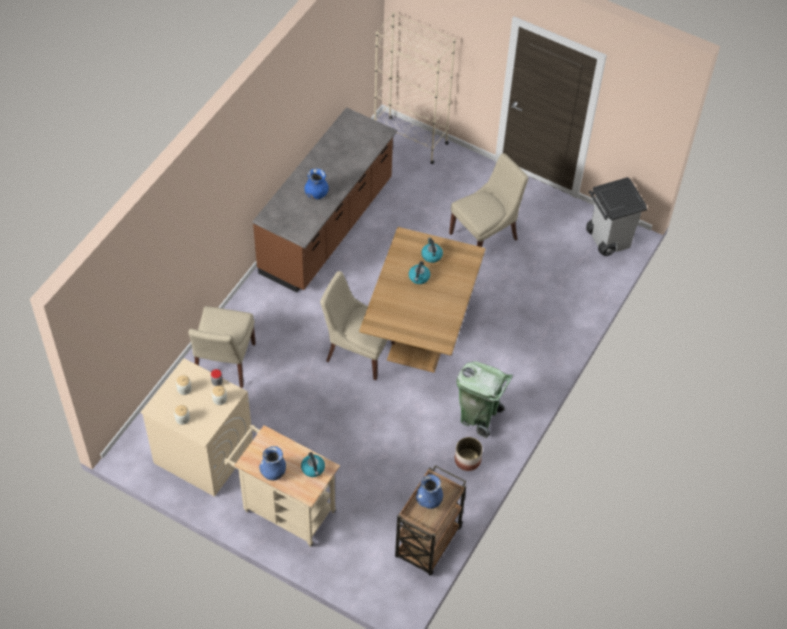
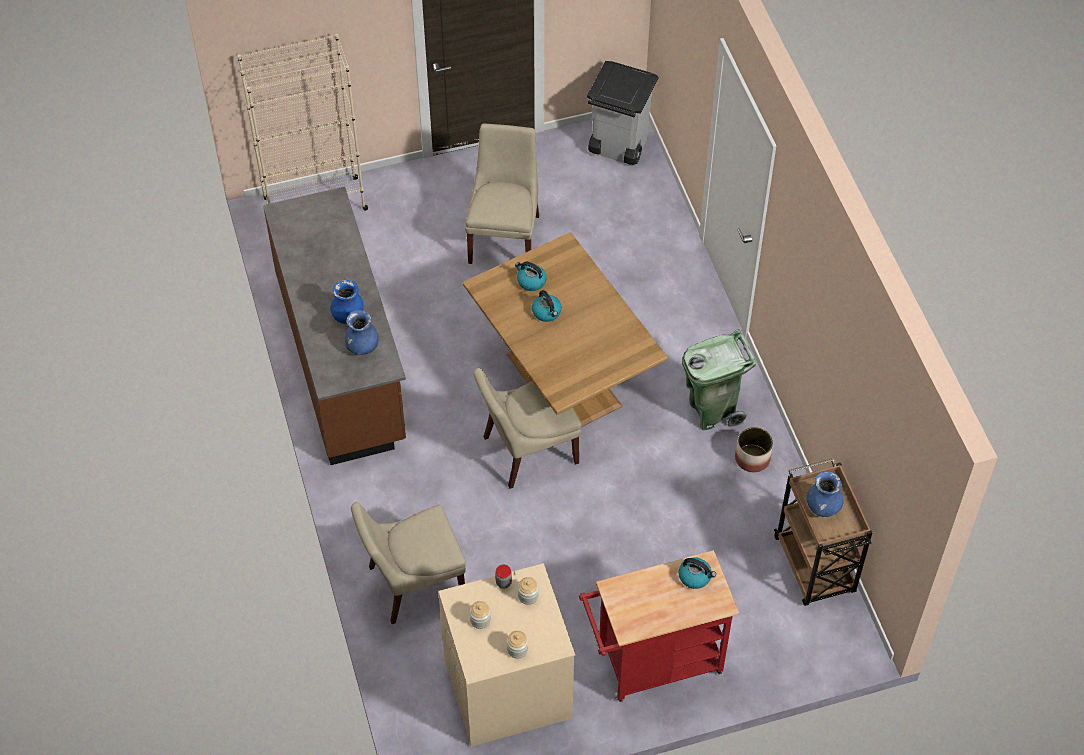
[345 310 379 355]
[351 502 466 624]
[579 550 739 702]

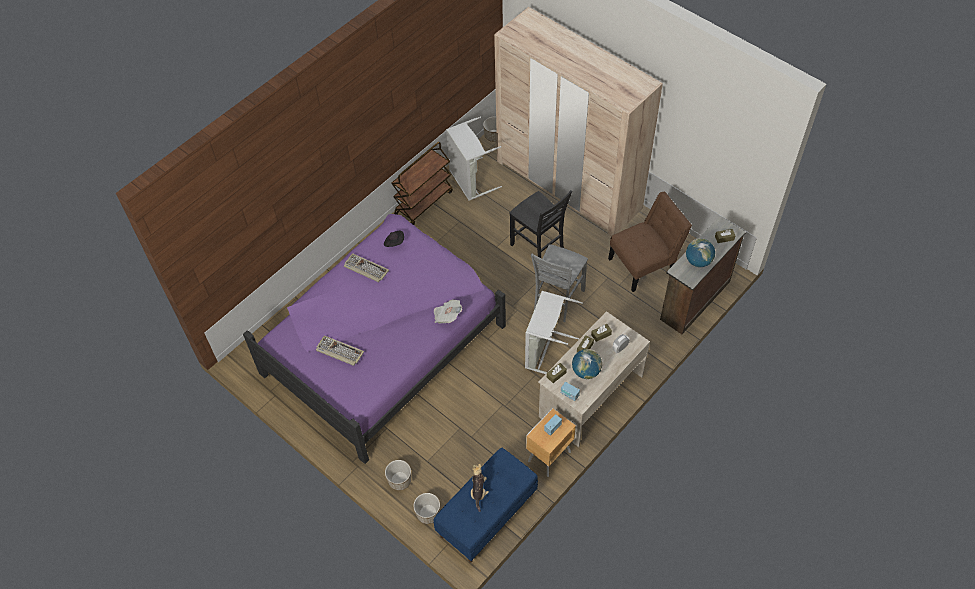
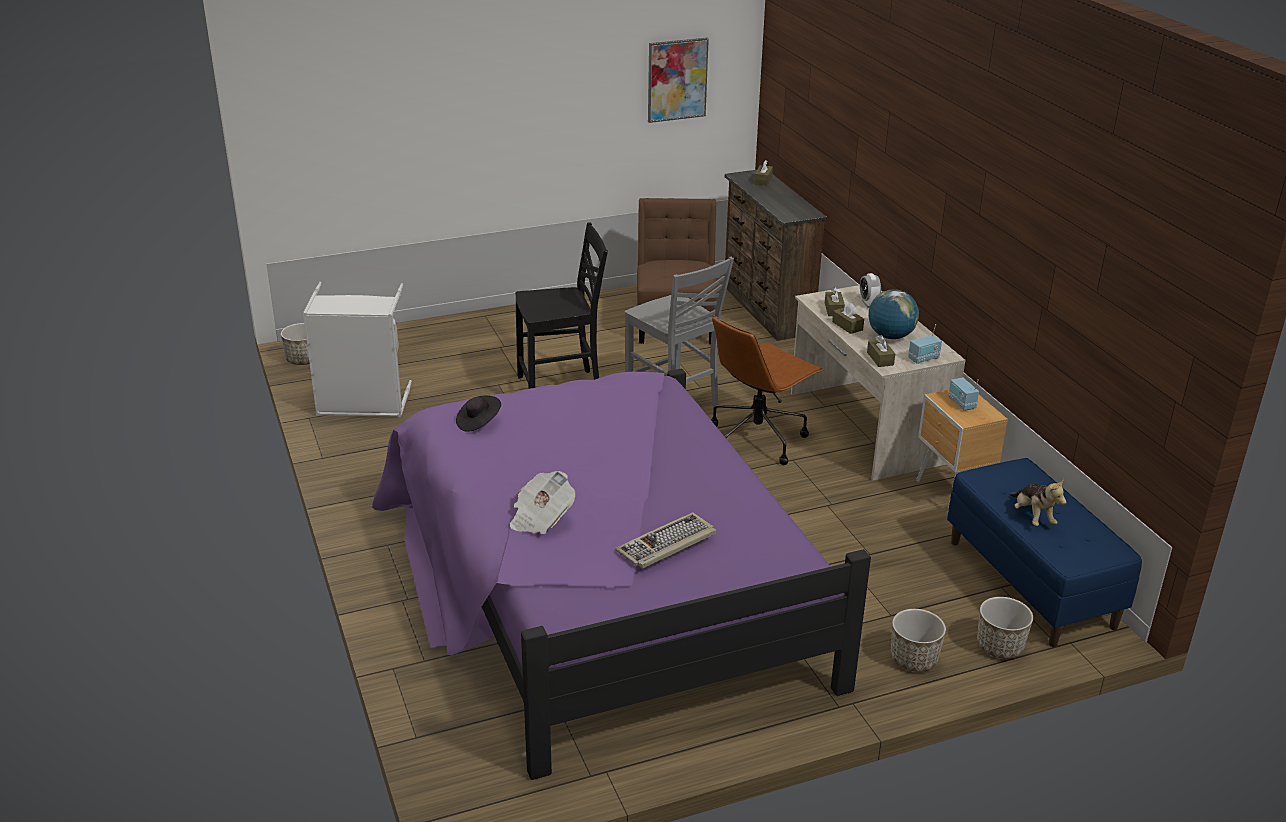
[510 471 575 534]
[648 38 709 123]
[711 315 823 465]
[1010 479 1067 526]
[344 253 389 282] (first image)
[391 142 453 225] (first image)
[494 7 663 236] (first image)
[686 238 715 267] (first image)

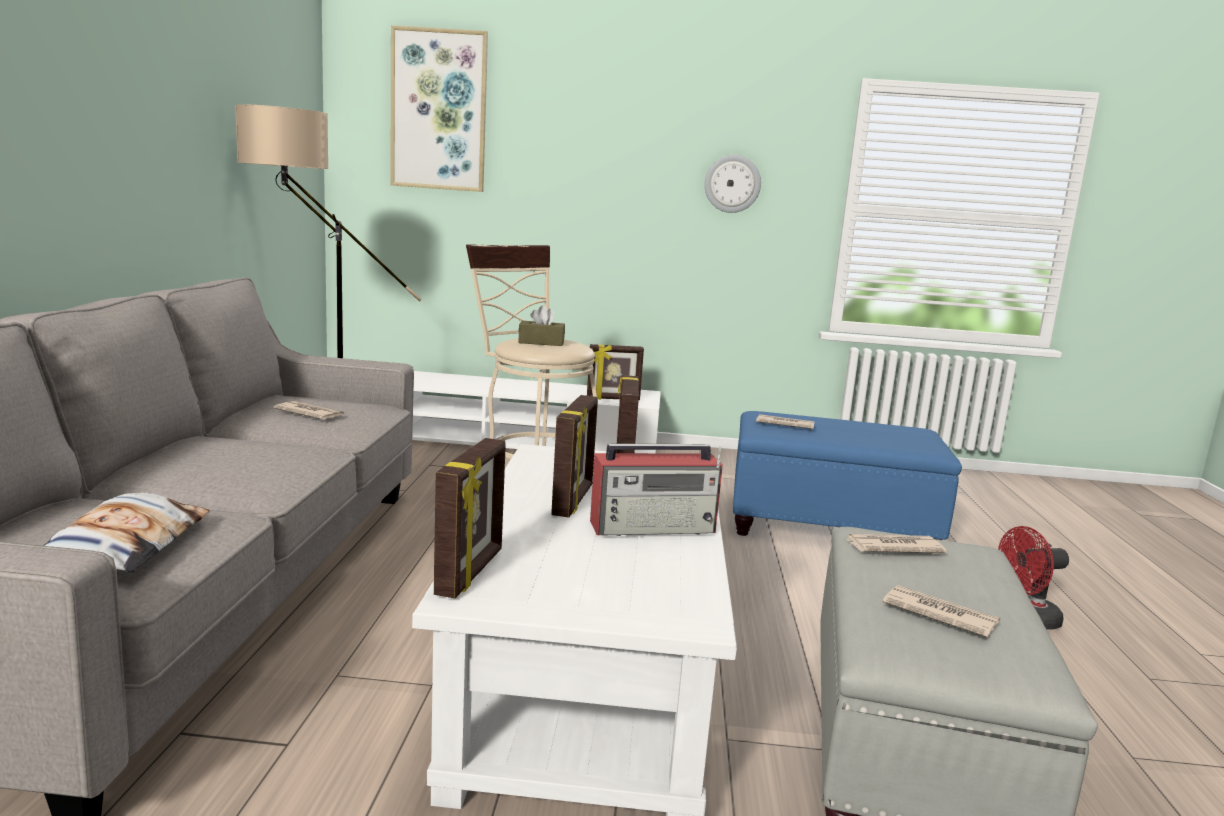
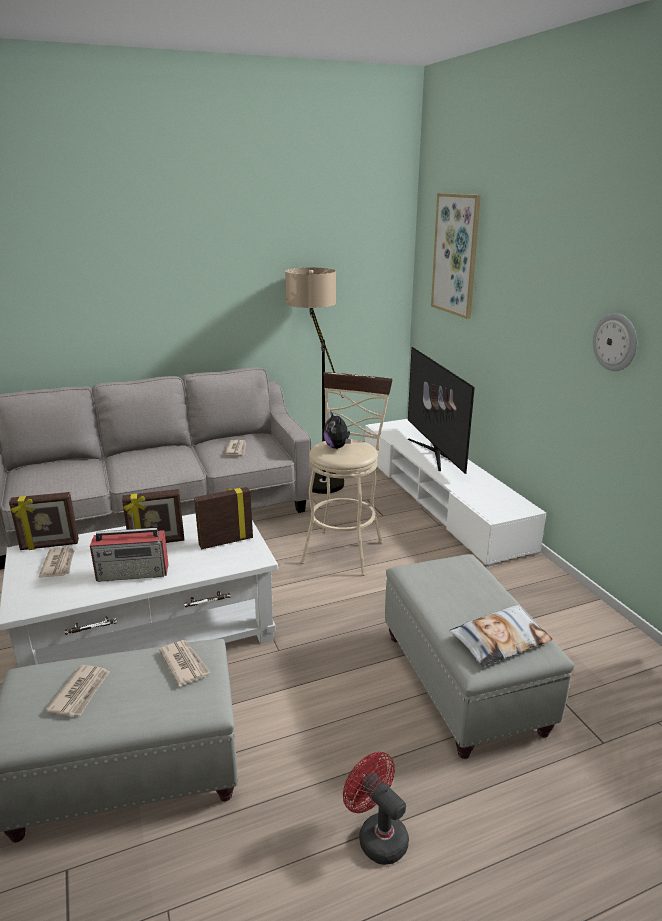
[39 547 75 578]
[90 528 169 582]
[324 411 351 449]
[385 554 575 759]
[408 347 475 474]
[449 605 552 667]
[587 344 644 400] (first image)

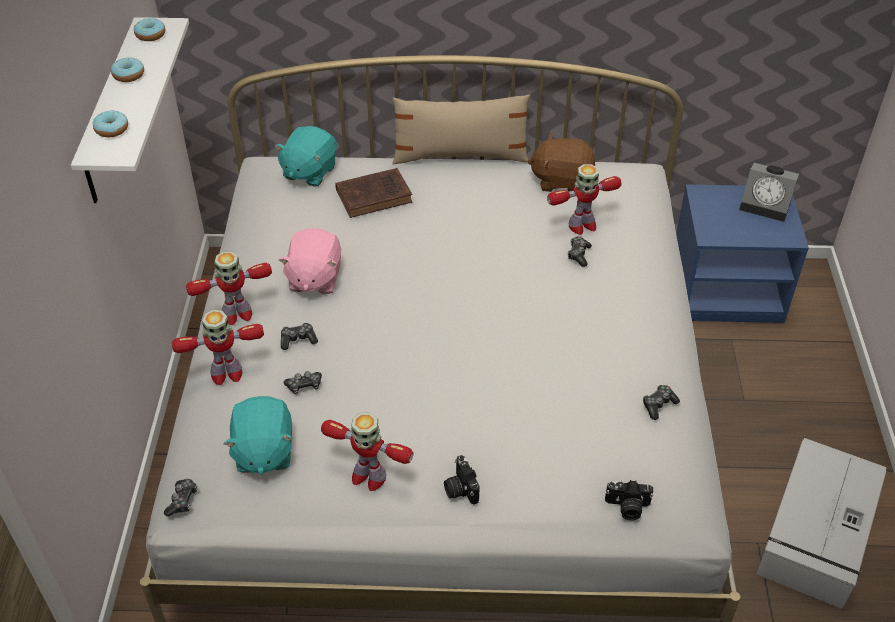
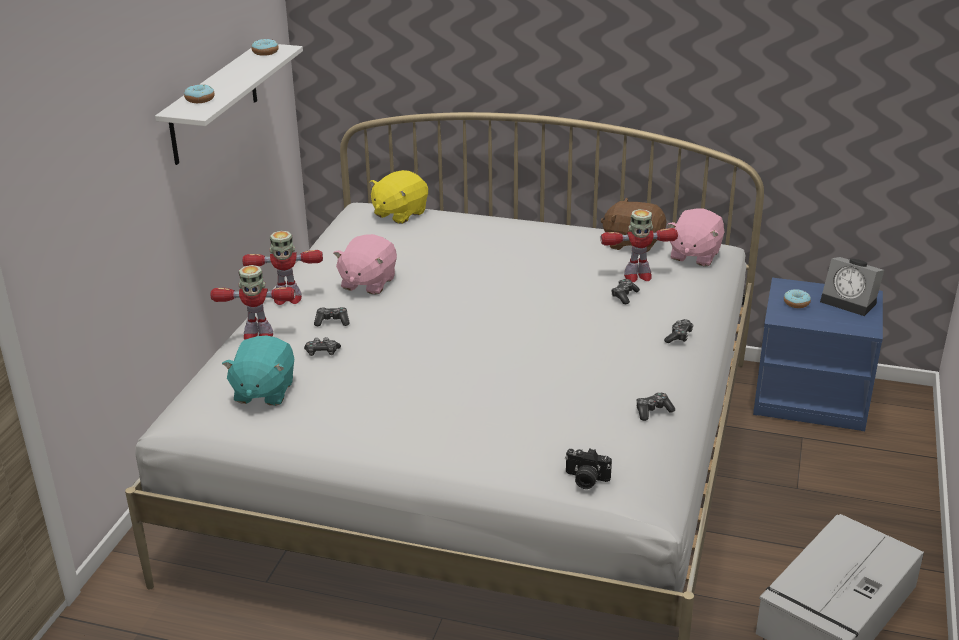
[369 170 428 224]
[664 319 693 343]
[667 209 724 267]
[784 289 811 308]
[321 412 413 491] (first image)
[335 168 412 218] (first image)
[392 94 530 165] (first image)
[444 455 480 504] (first image)

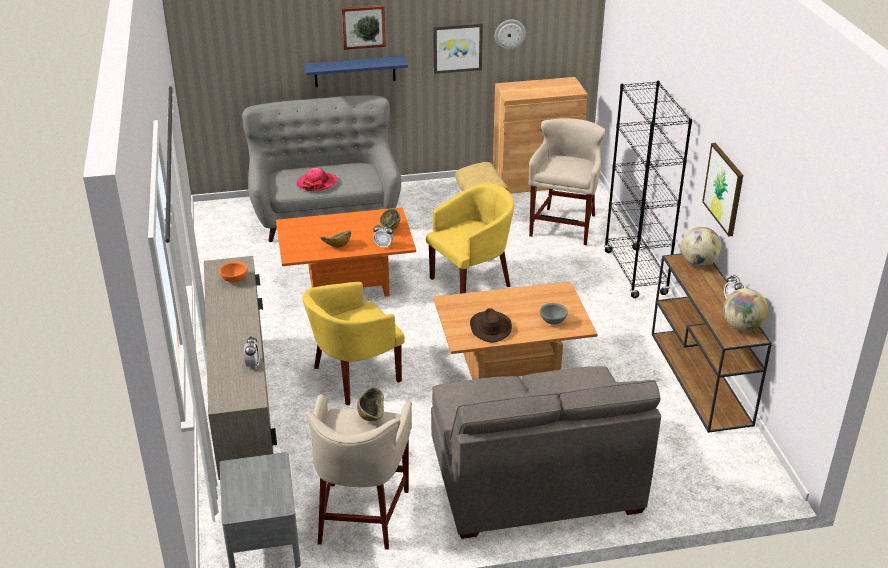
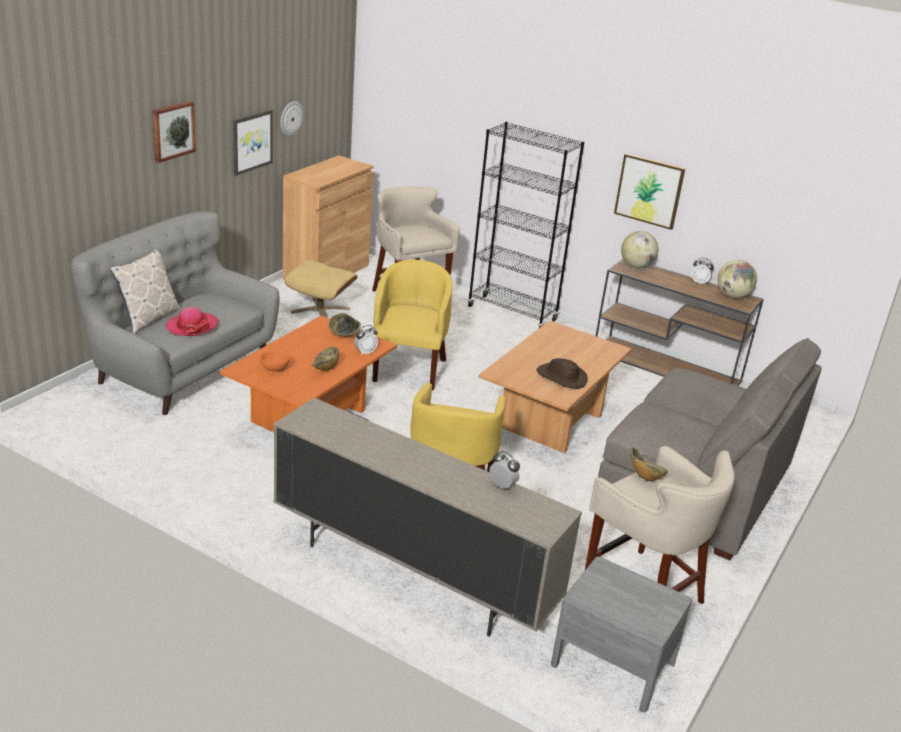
[110 250 180 334]
[259 349 290 371]
[304 56 408 87] (first image)
[540 303 568 325] (first image)

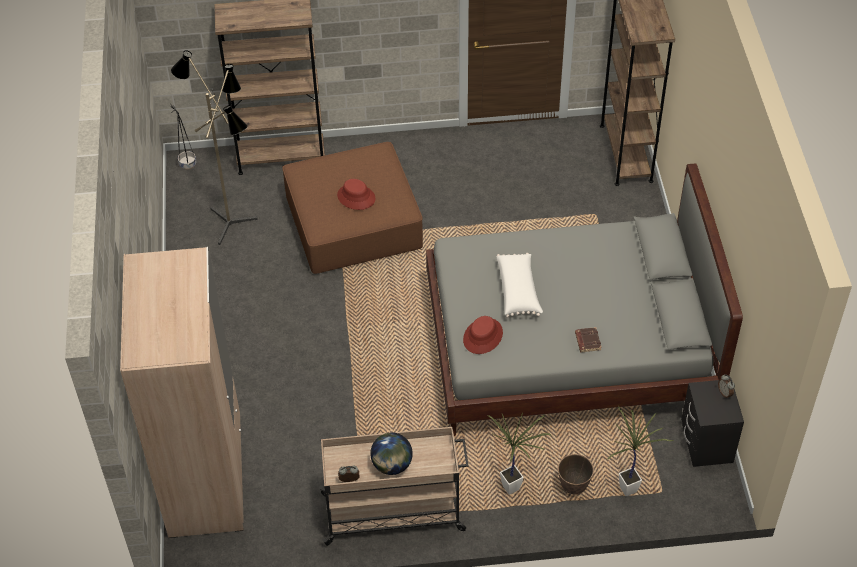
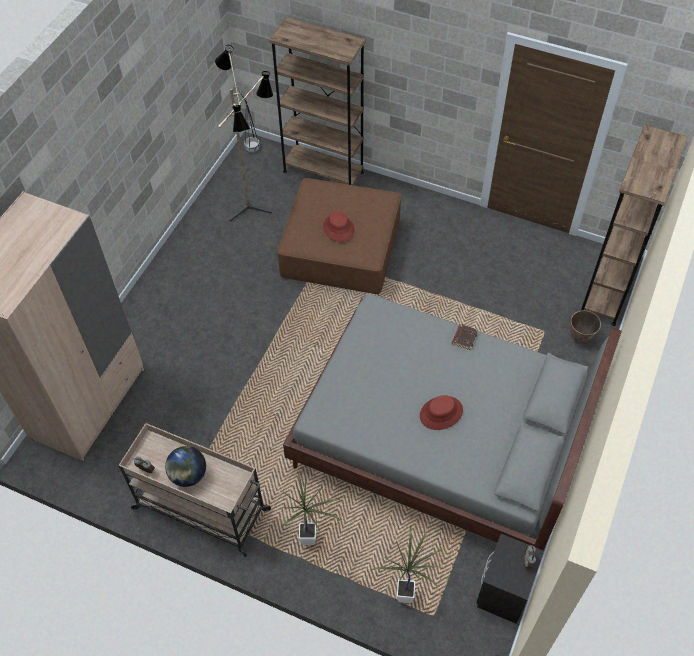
[420 395 463 430]
[452 324 478 350]
[570 310 601 344]
[497 253 543 318] (first image)

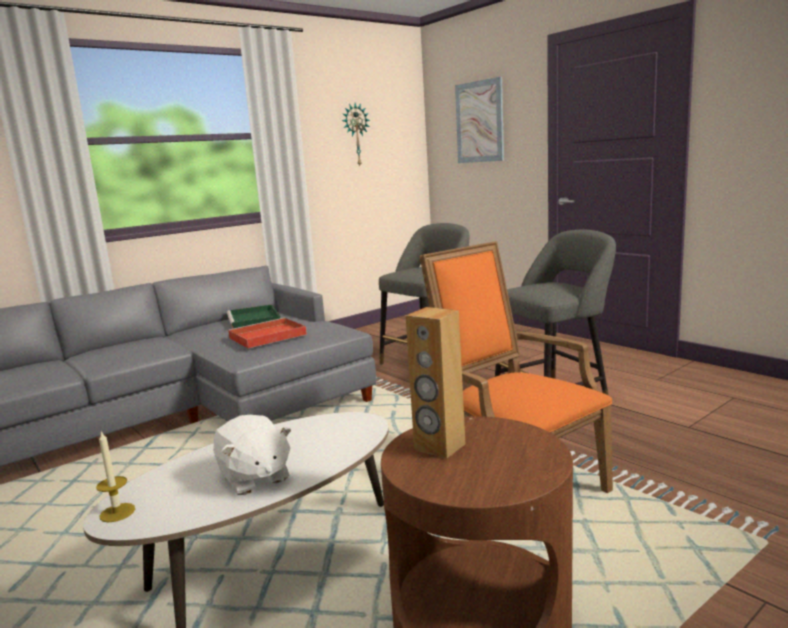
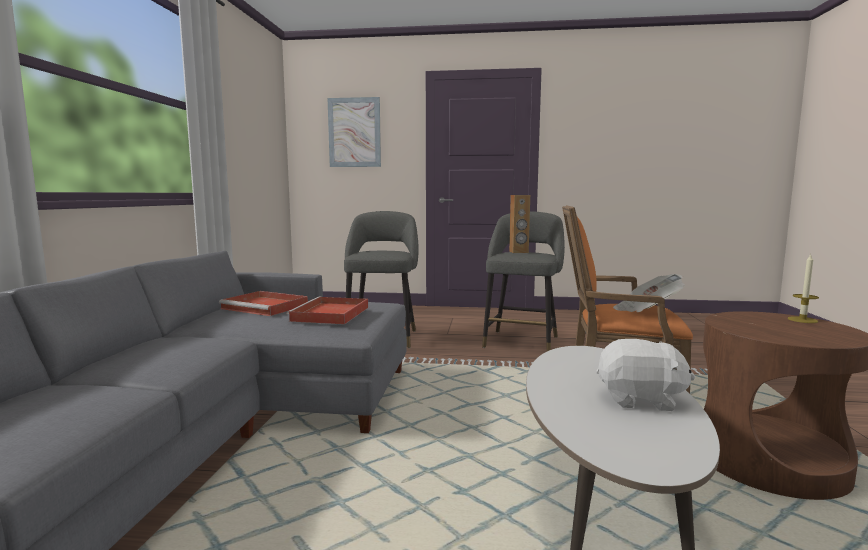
[219 291 308 316]
[509 195 530 253]
[613 274 685 312]
[788 255 819 323]
[342 103 370 166] (first image)

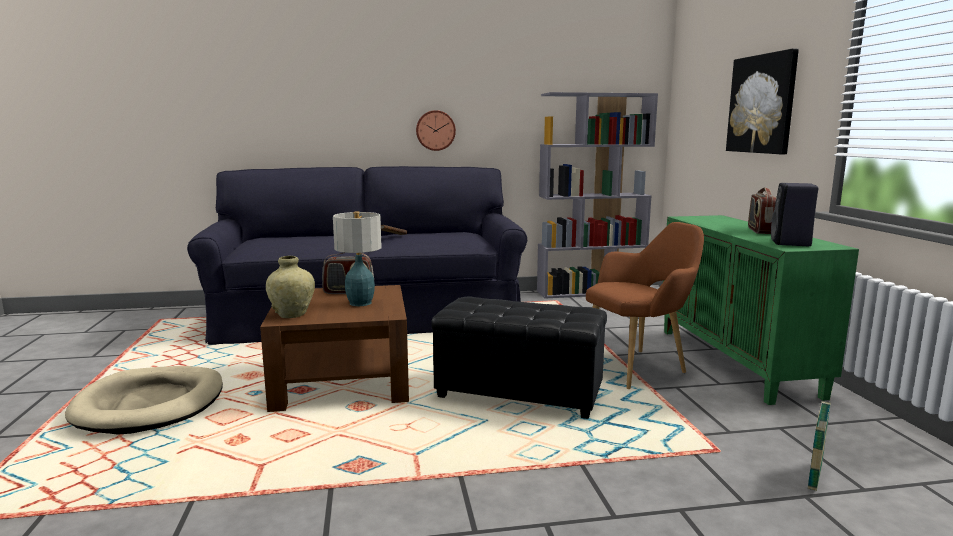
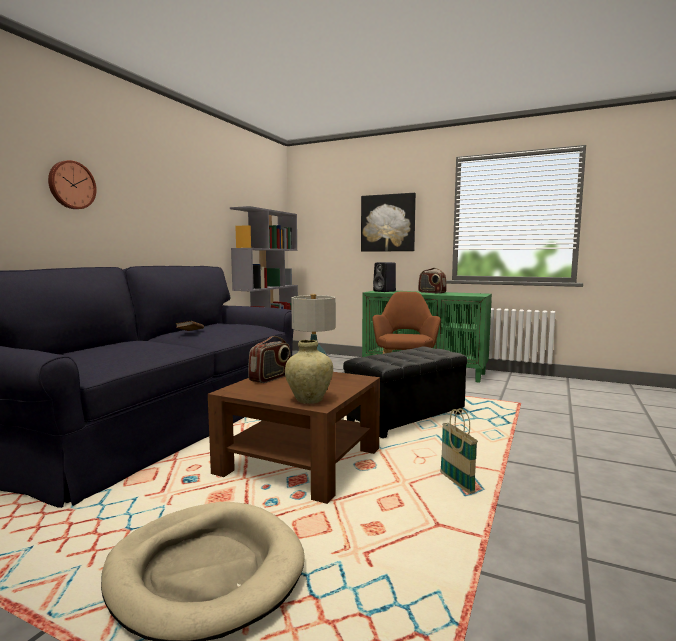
[48 160 97 209]
[373 262 396 292]
[440 408 478 494]

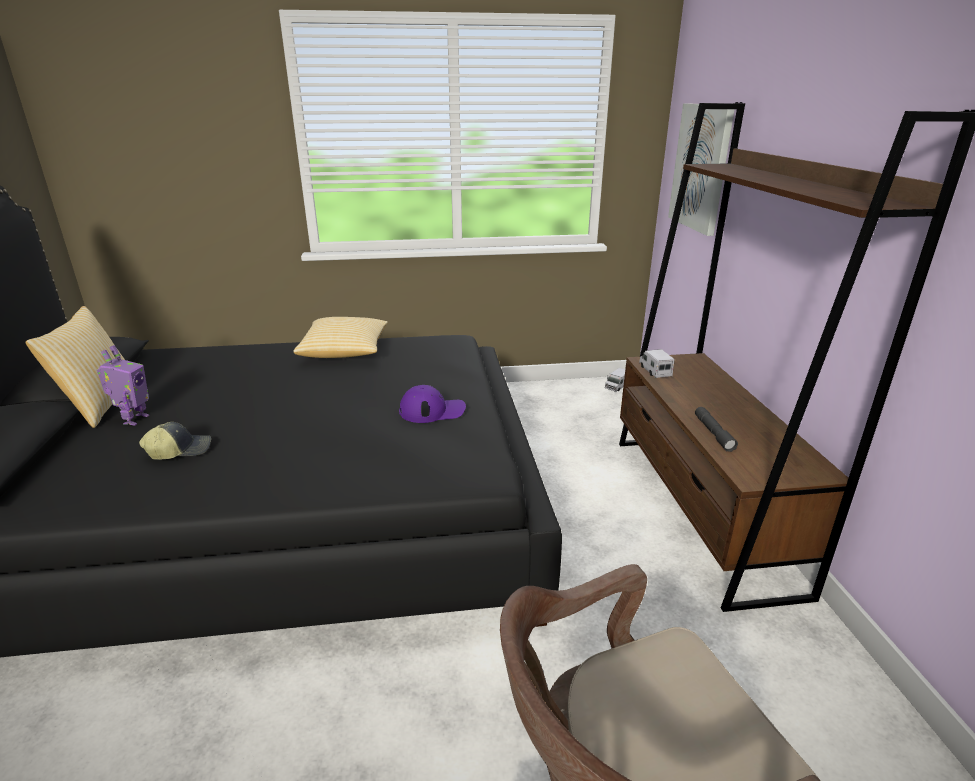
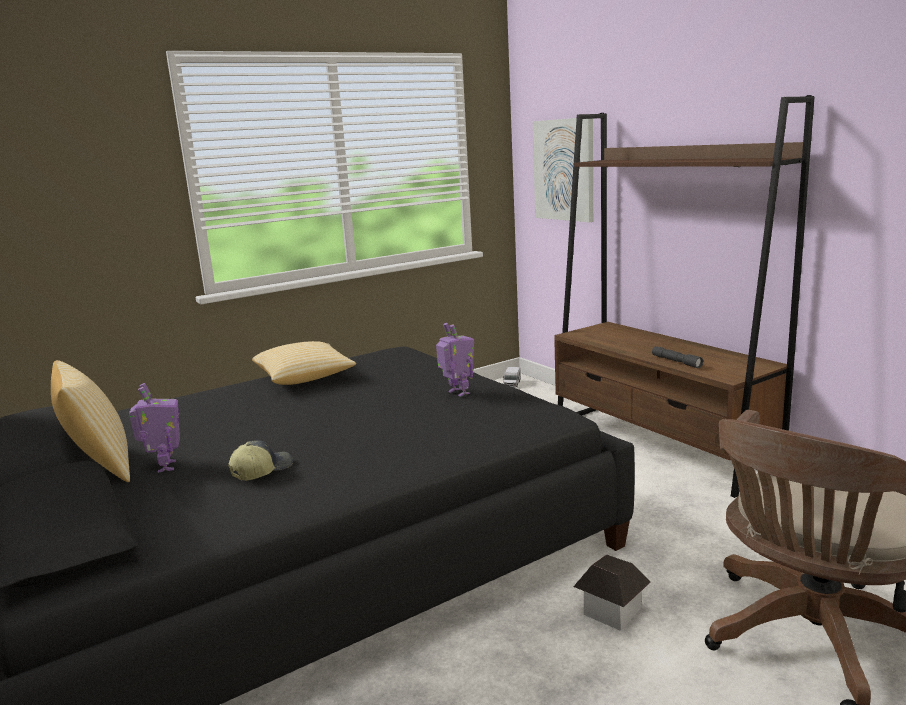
[436 323 474 397]
[573 555 651 631]
[639 349 675 378] (first image)

